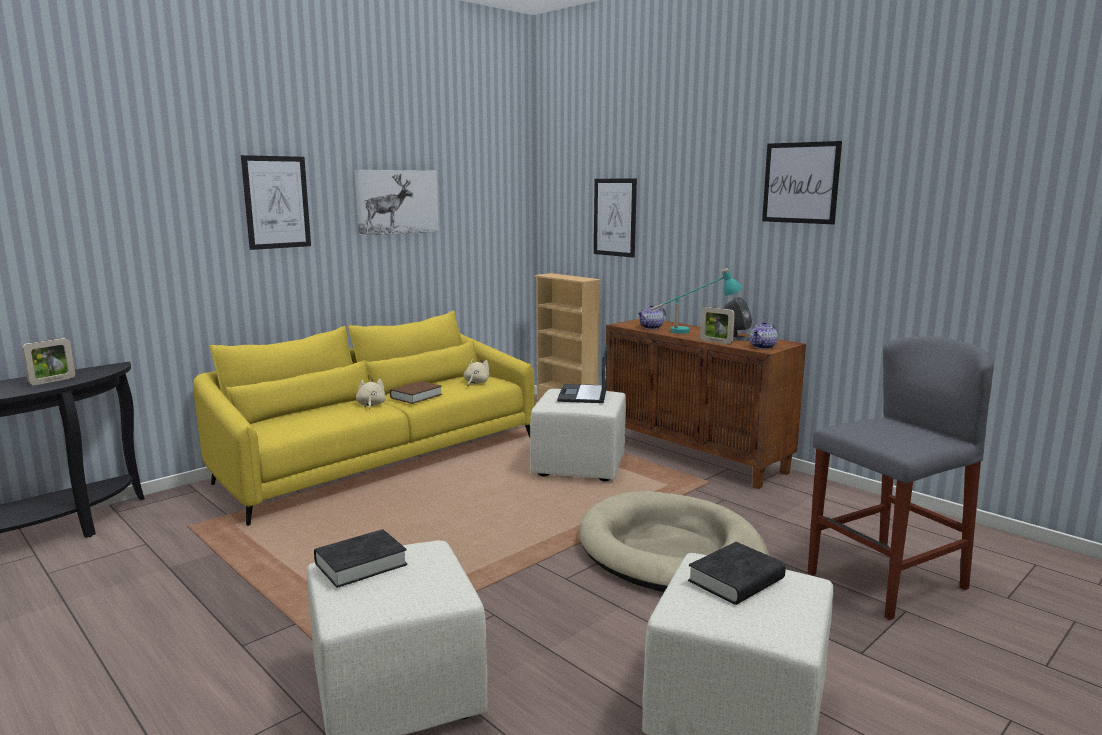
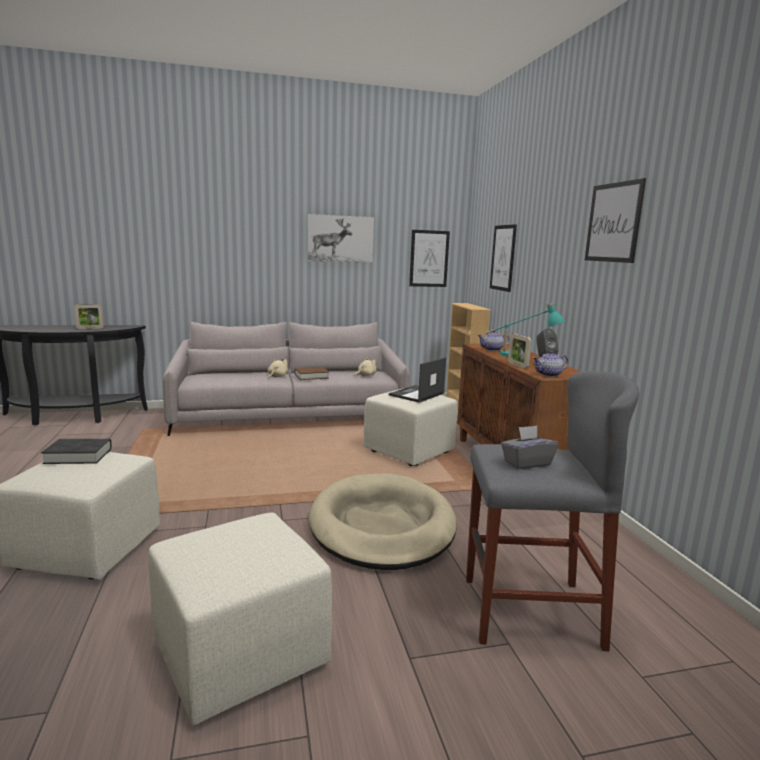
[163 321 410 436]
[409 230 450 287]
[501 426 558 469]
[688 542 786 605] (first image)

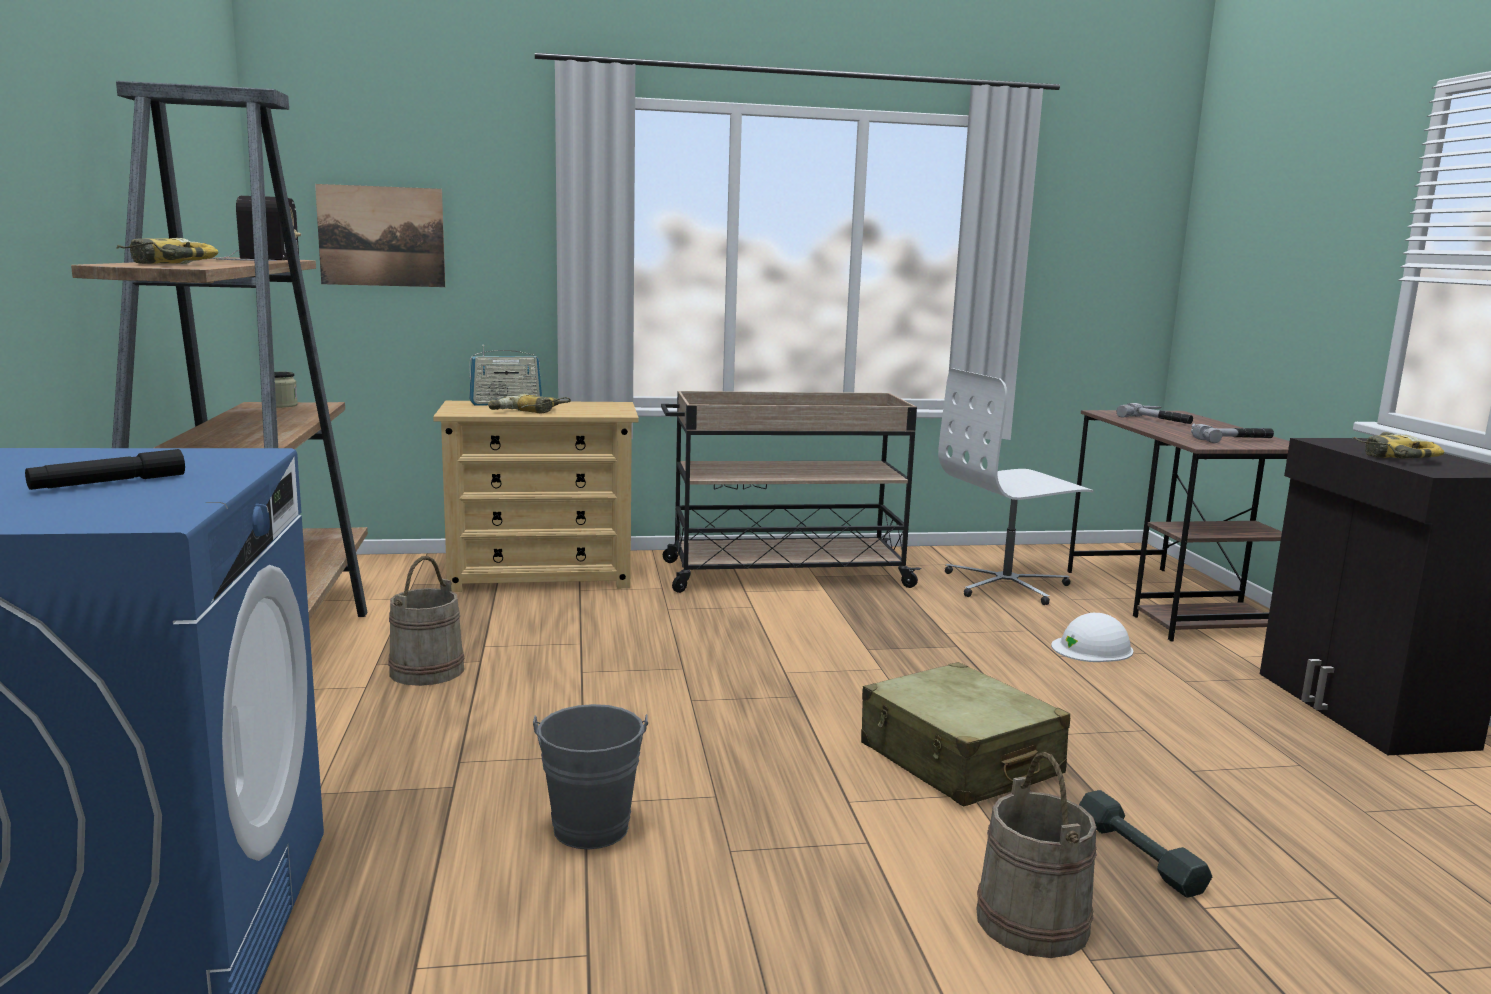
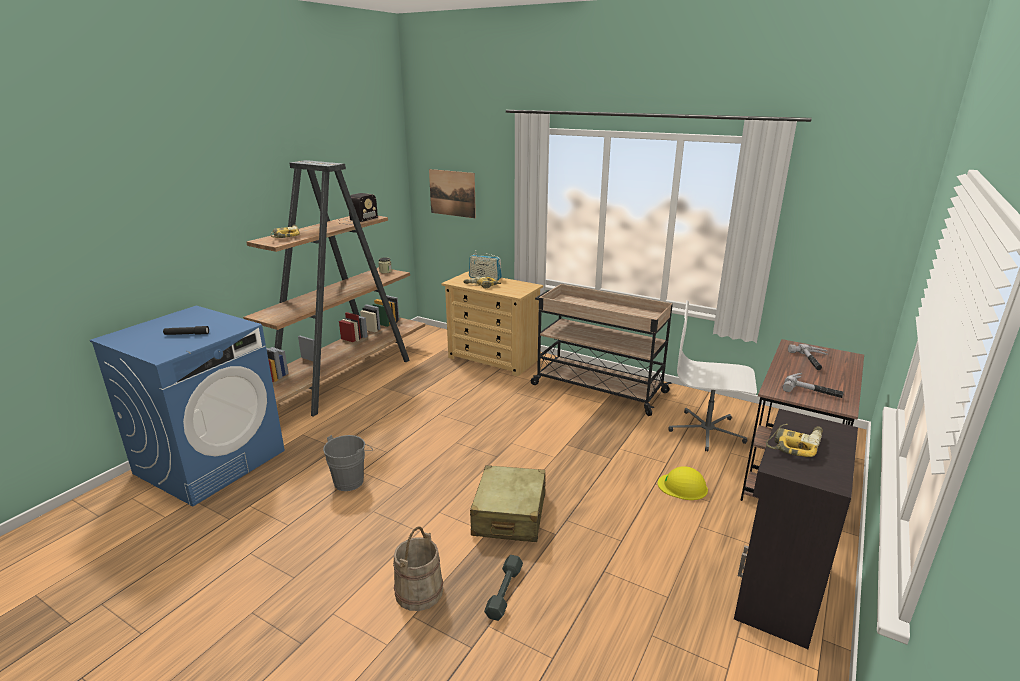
[658 466 708 500]
[388 556 465 686] (first image)

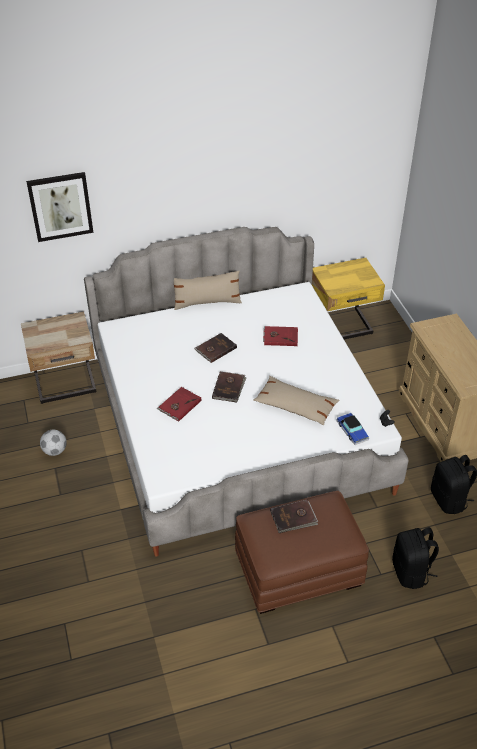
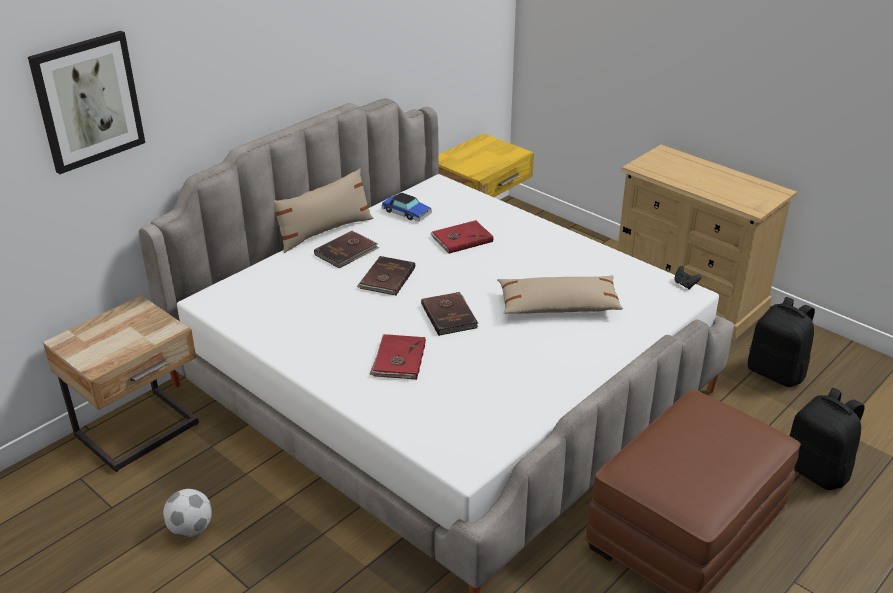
[314 231 379 268]
[382 193 432 222]

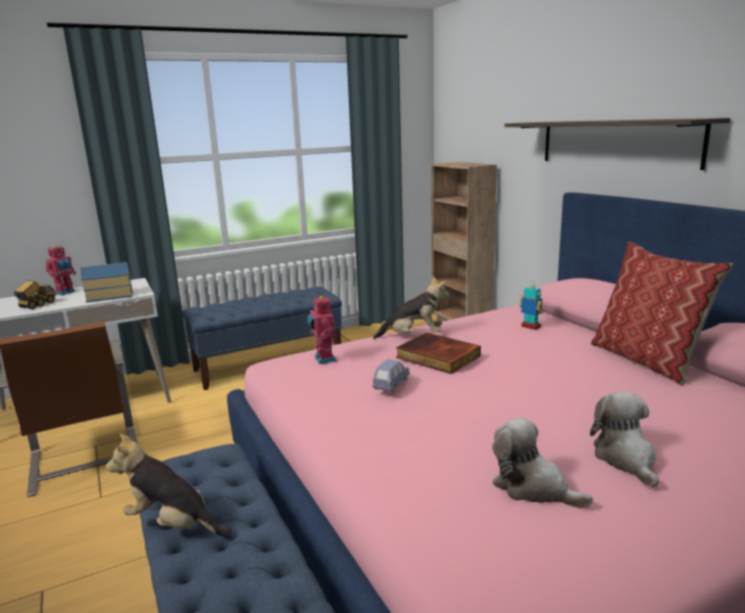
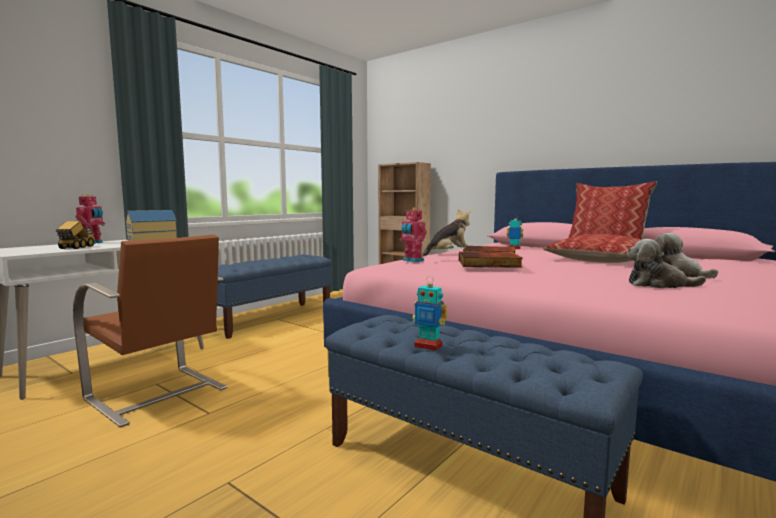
[412 276 448 351]
[459 252 522 268]
[543 234 641 263]
[504 118 730 170] (first image)

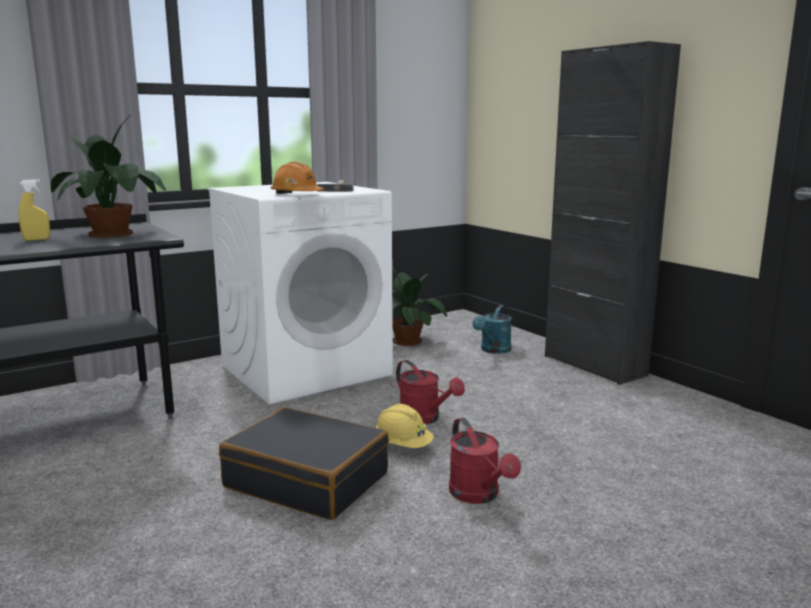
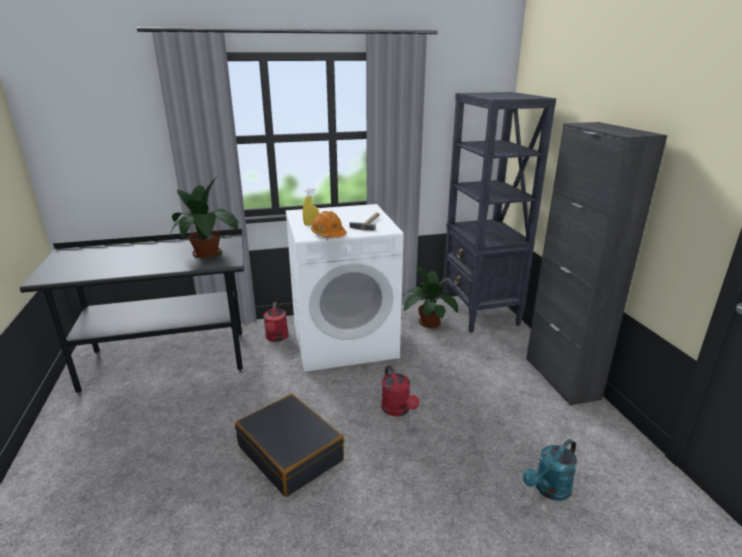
[263 302 288 342]
[303 188 319 226]
[443 92 556 333]
[523 439 577 501]
[375 404 434 448] (first image)

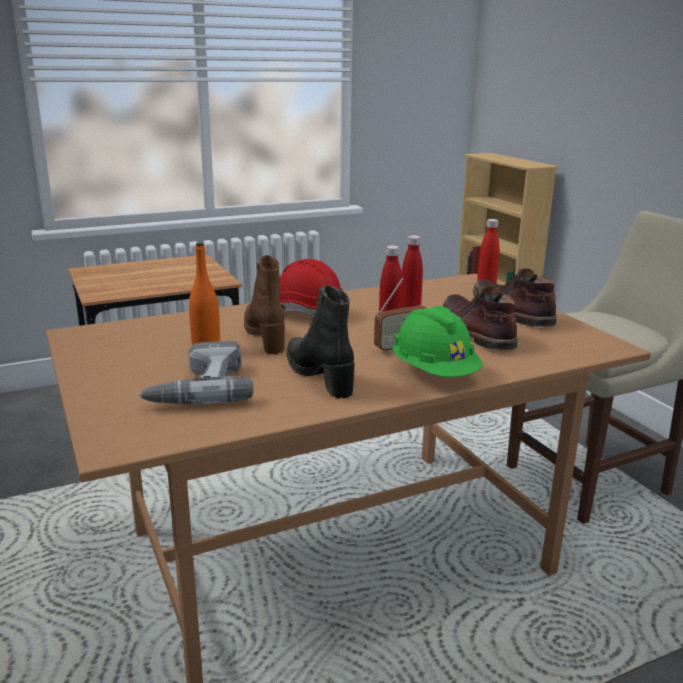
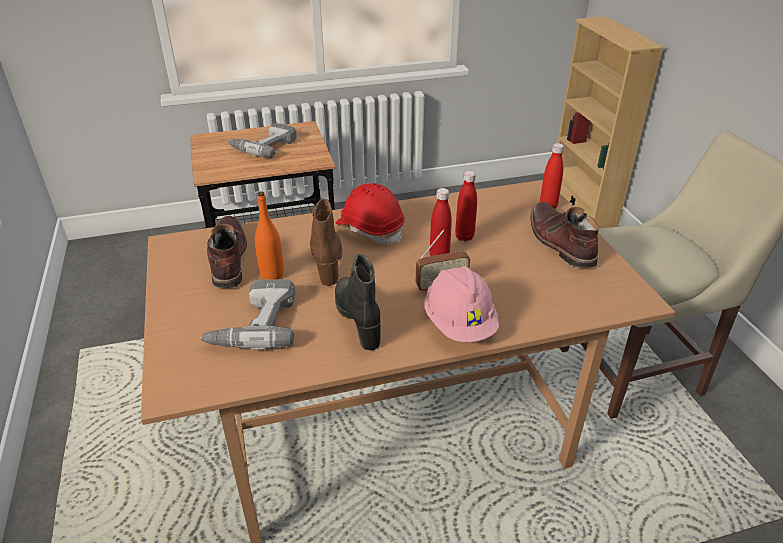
[207 216 247 288]
[228 123 297 158]
[424 266 499 342]

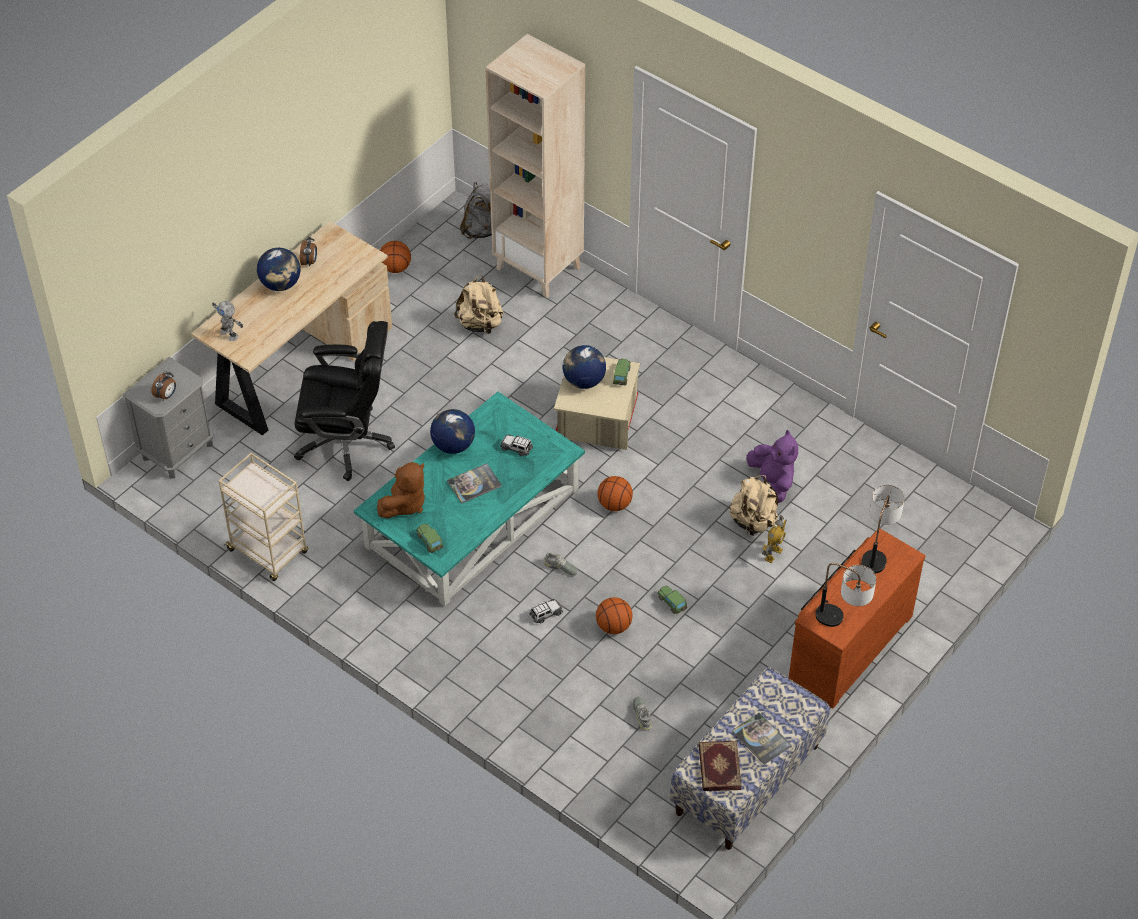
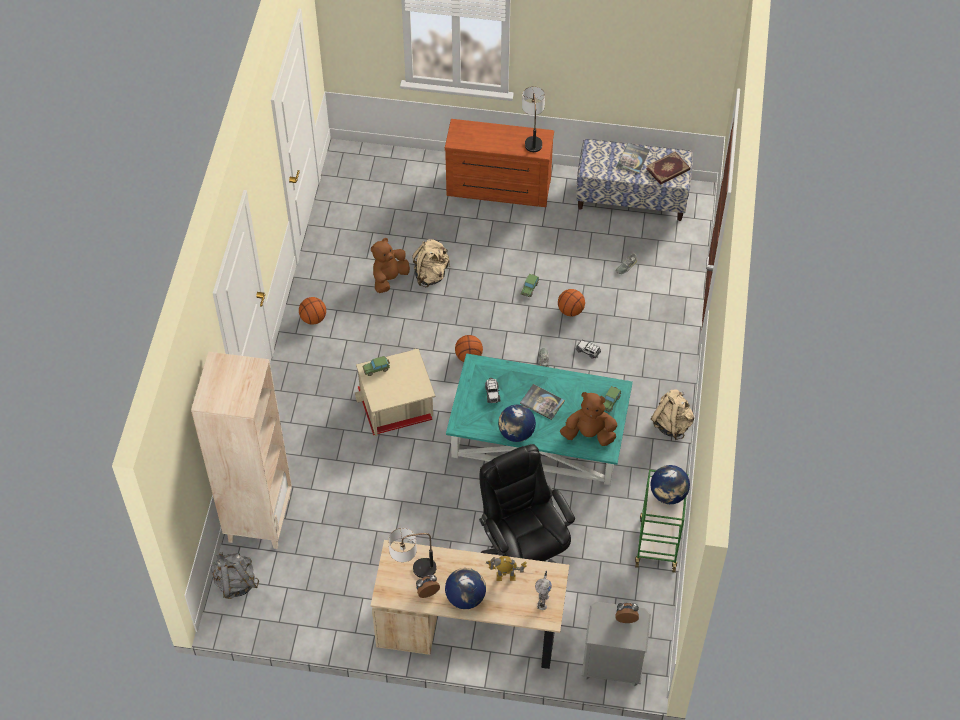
[299 297 326 325]
[371 238 410 293]
[388 528 436 578]
[486 556 527 581]
[635 469 689 573]
[650 465 690 504]
[651 390 694 440]

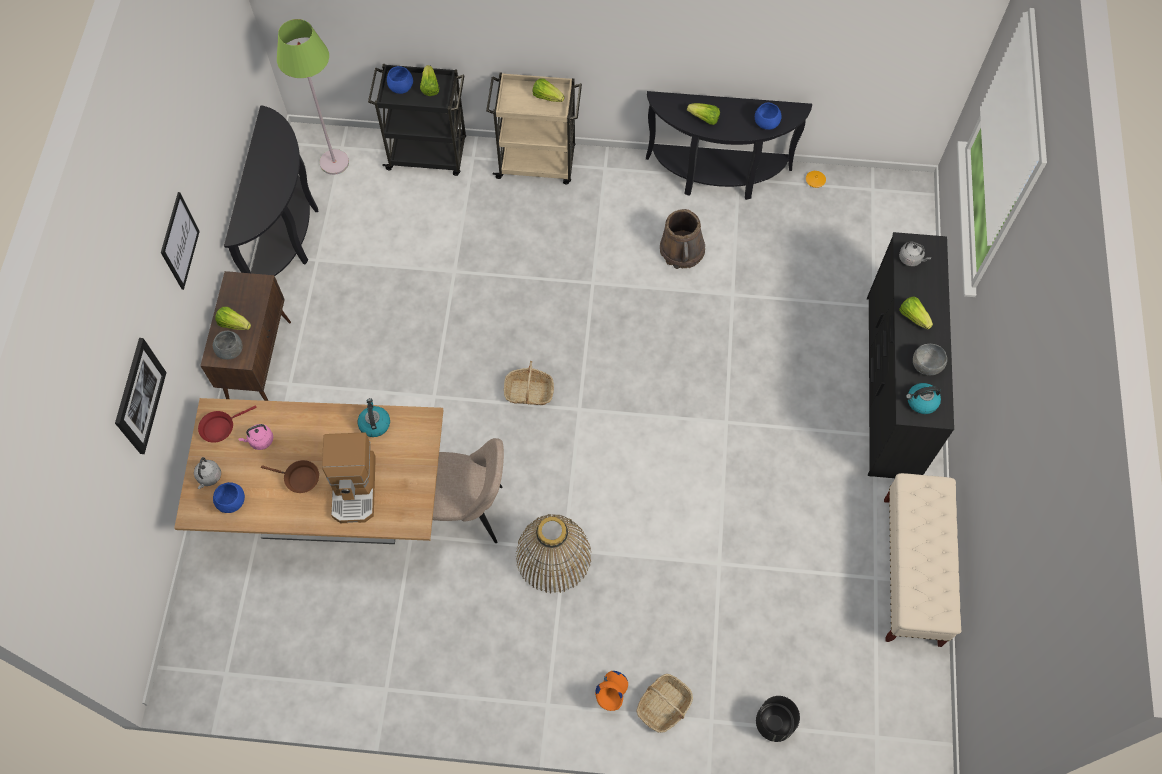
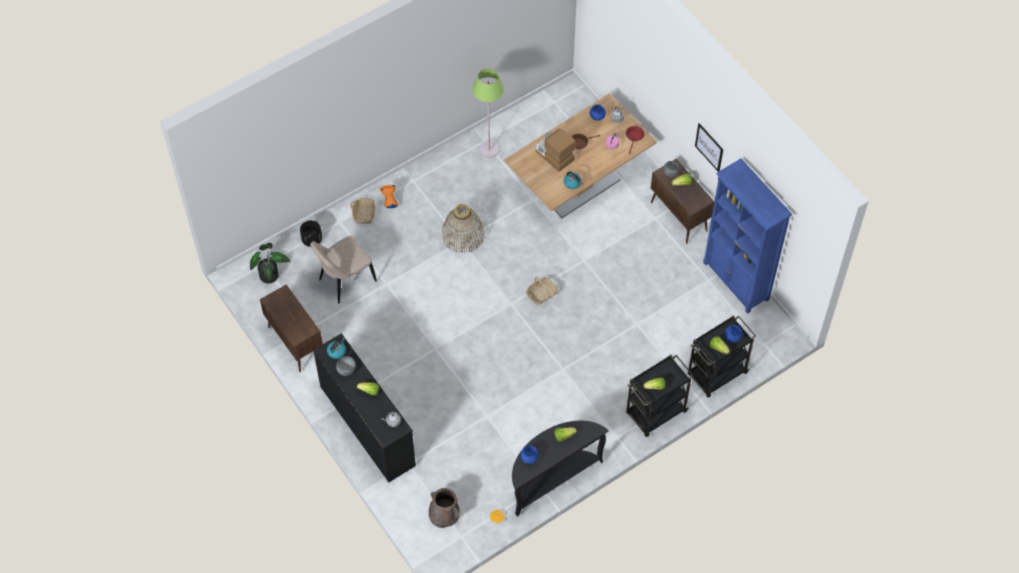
[250 243 290 284]
[260 284 323 372]
[310 236 377 304]
[429 488 460 528]
[473 68 504 158]
[626 355 694 437]
[703 159 792 314]
[115 338 167 454] (first image)

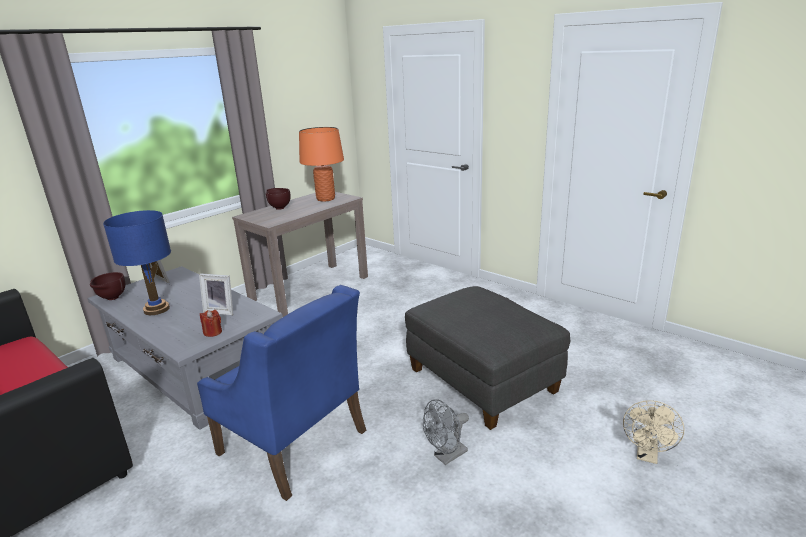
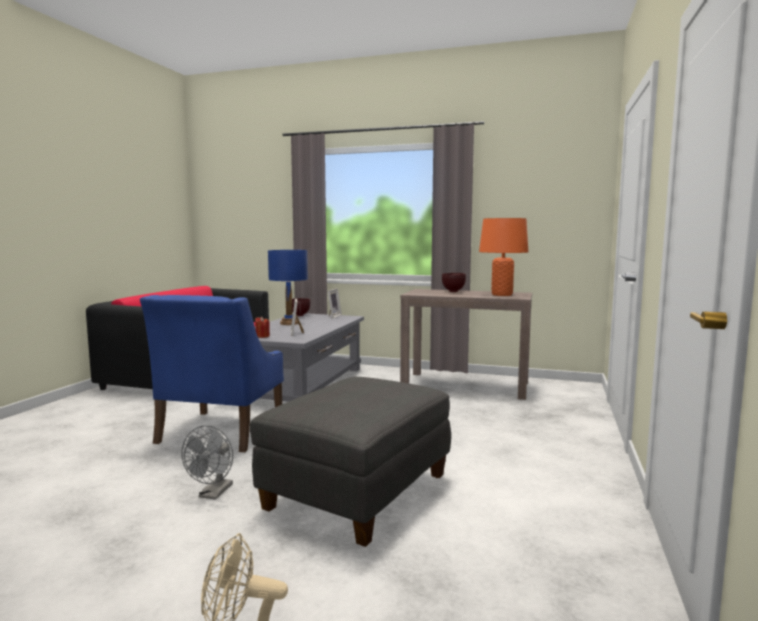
[181 425 233 500]

